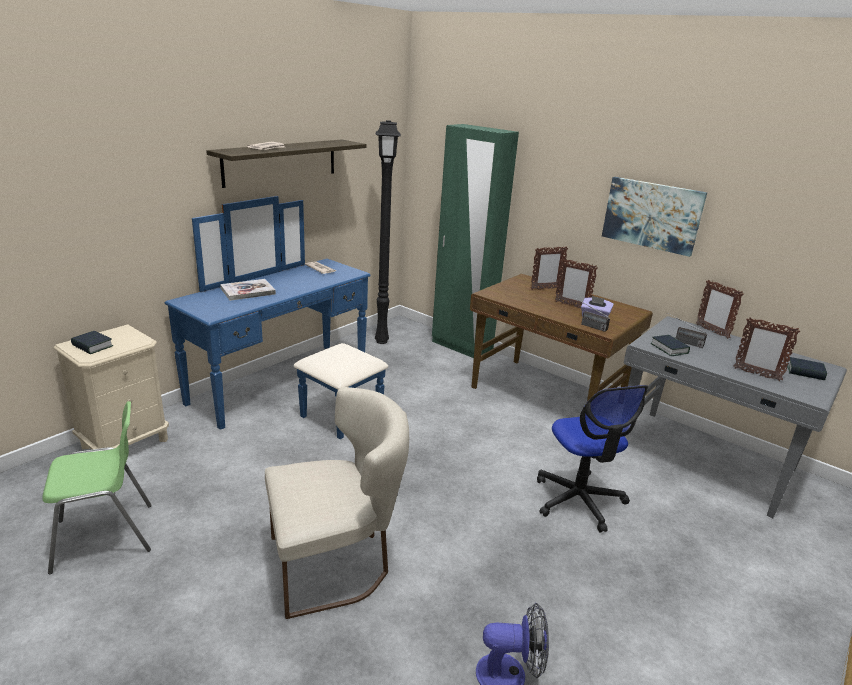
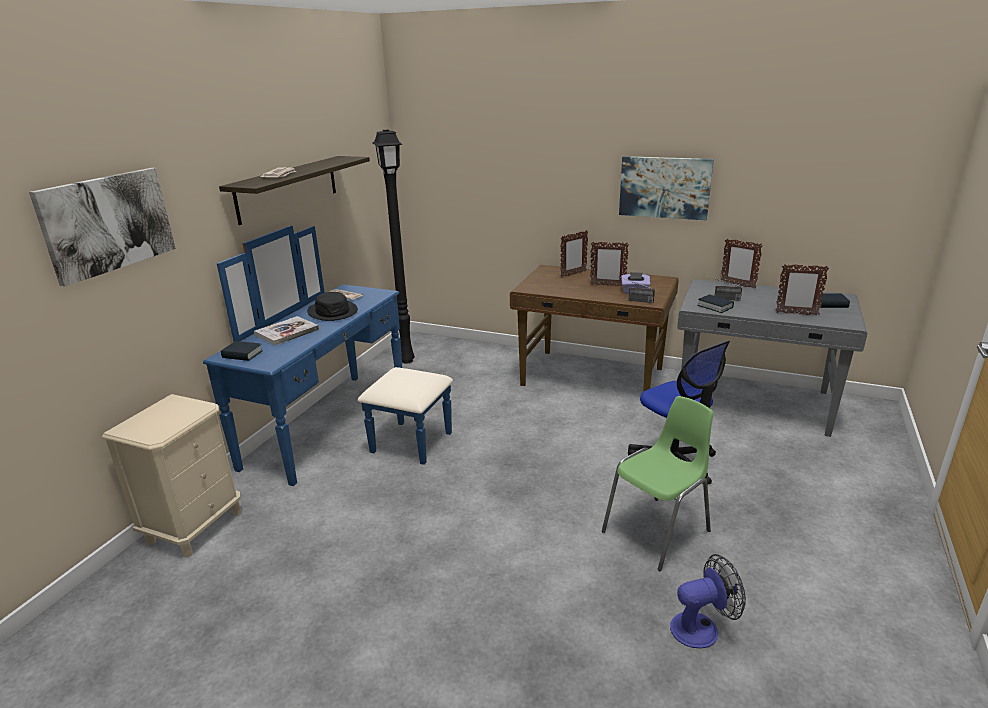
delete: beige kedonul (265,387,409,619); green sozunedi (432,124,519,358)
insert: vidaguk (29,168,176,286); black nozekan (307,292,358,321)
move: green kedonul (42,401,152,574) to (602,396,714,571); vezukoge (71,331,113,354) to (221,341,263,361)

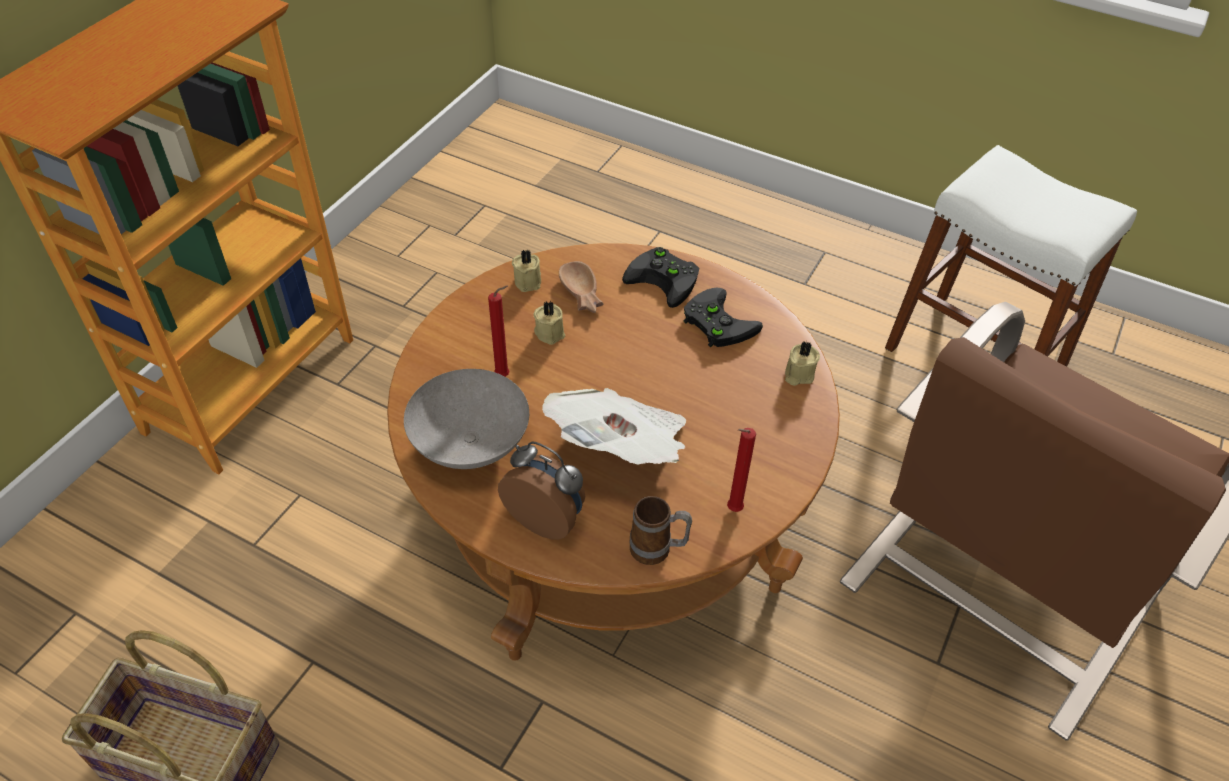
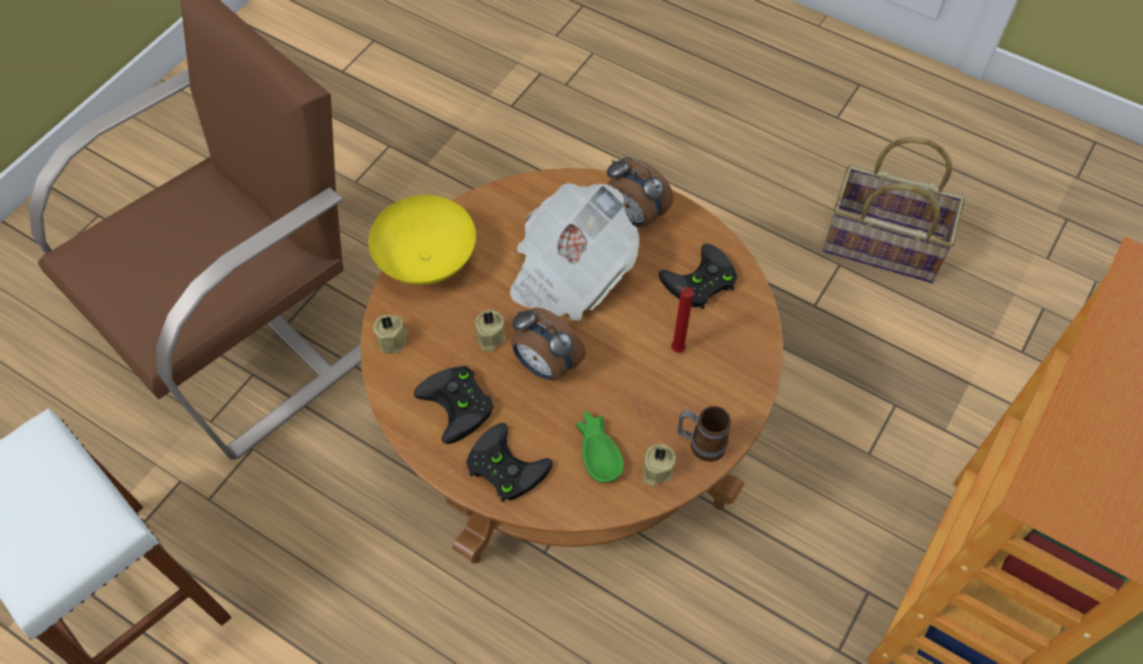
delete: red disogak (727,428,756,512)
insert: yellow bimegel (368,195,476,285); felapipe (511,307,586,381)
move: beige disogak (533,301,565,345) to (476,310,506,352); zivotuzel (630,496,692,565) to (678,406,731,462)
replace: grey bimegel (404,369,529,469) to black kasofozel (659,244,737,309)
recolor: brown bimegel (559,261,604,313) to green bimegel (576,410,624,483)

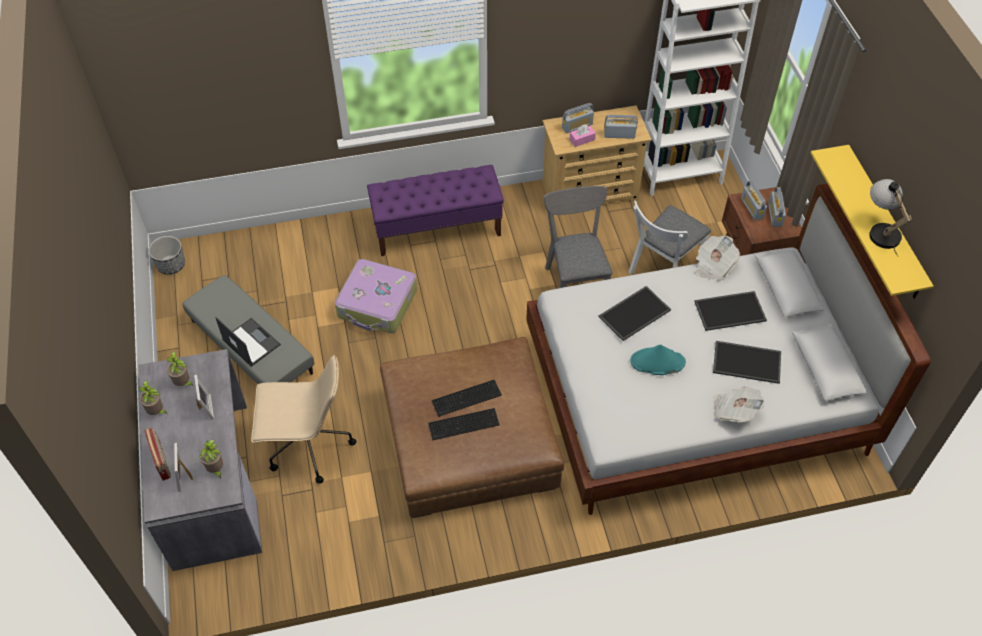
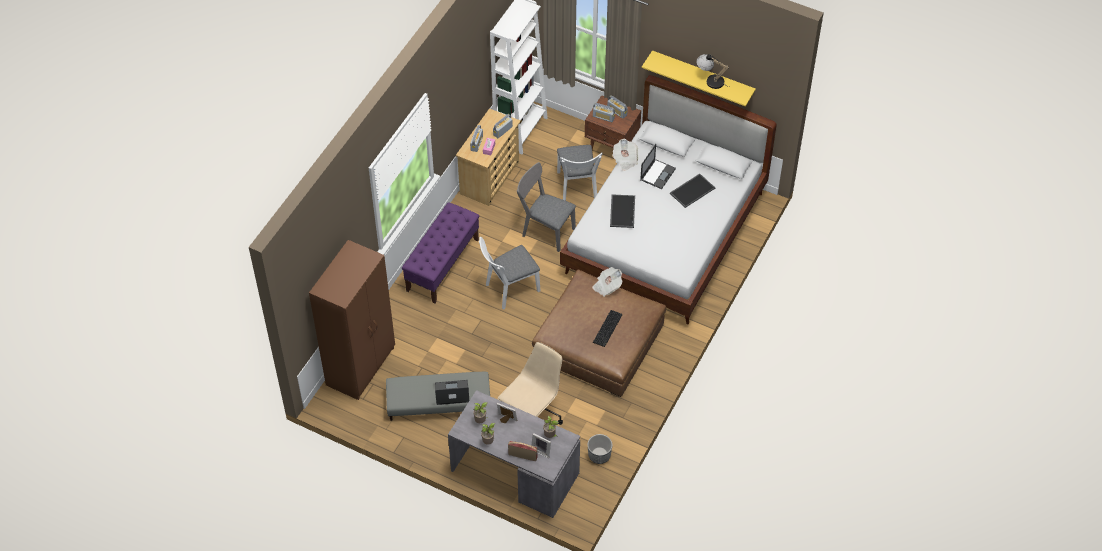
delete: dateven (335,259,417,333); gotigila (432,380,502,417); turquoise nozekan (630,344,686,375)
insert: brown sozunedi (309,240,395,400); white kedonul (479,237,541,309)
move: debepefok (148,236,185,275) to (587,434,612,464); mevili (714,386,765,423) to (592,267,622,297)
replace: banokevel (694,291,767,331) to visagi (640,144,676,189)

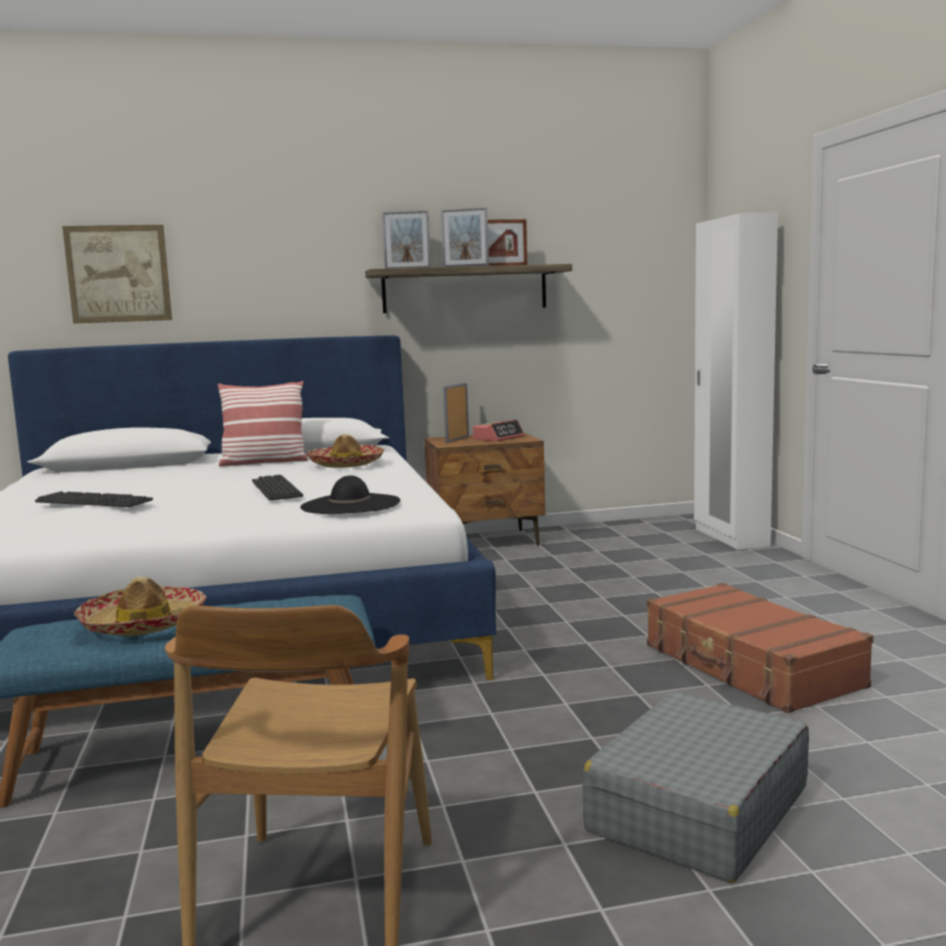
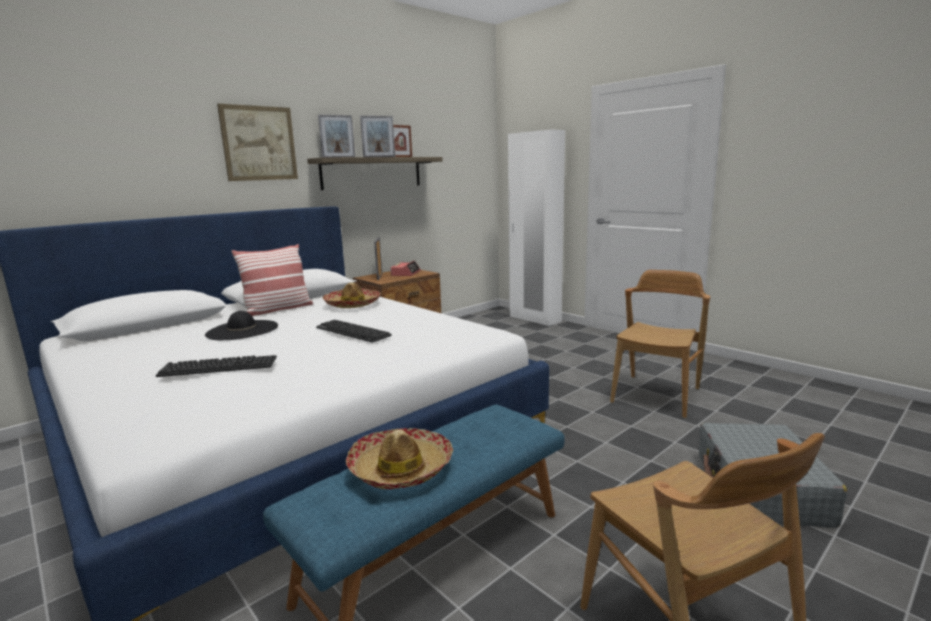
move: vidaguk (62,225,172,324) to (217,104,298,181); black nozekan (300,476,400,514) to (205,311,278,340)
replace: brown dateven (647,583,873,713) to brown kedonul (610,270,711,418)

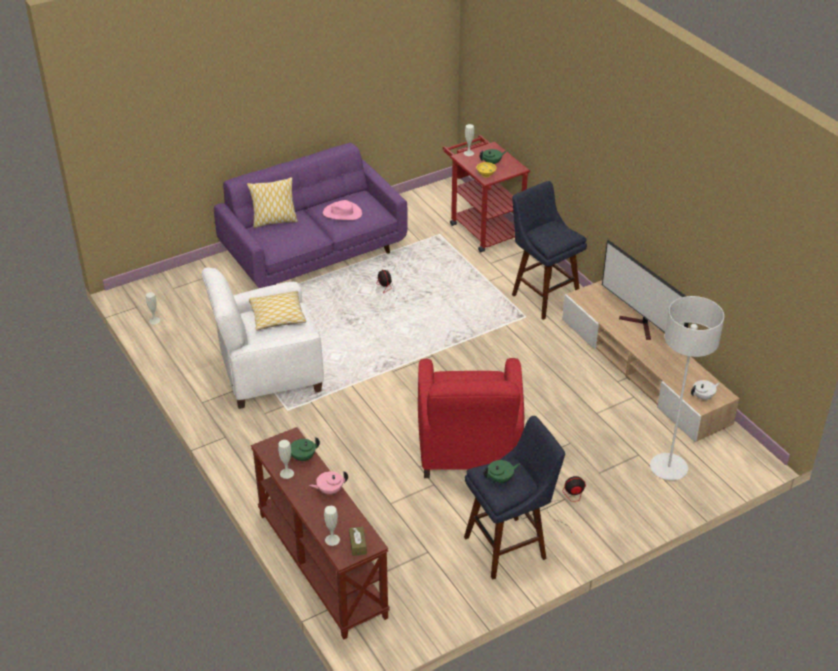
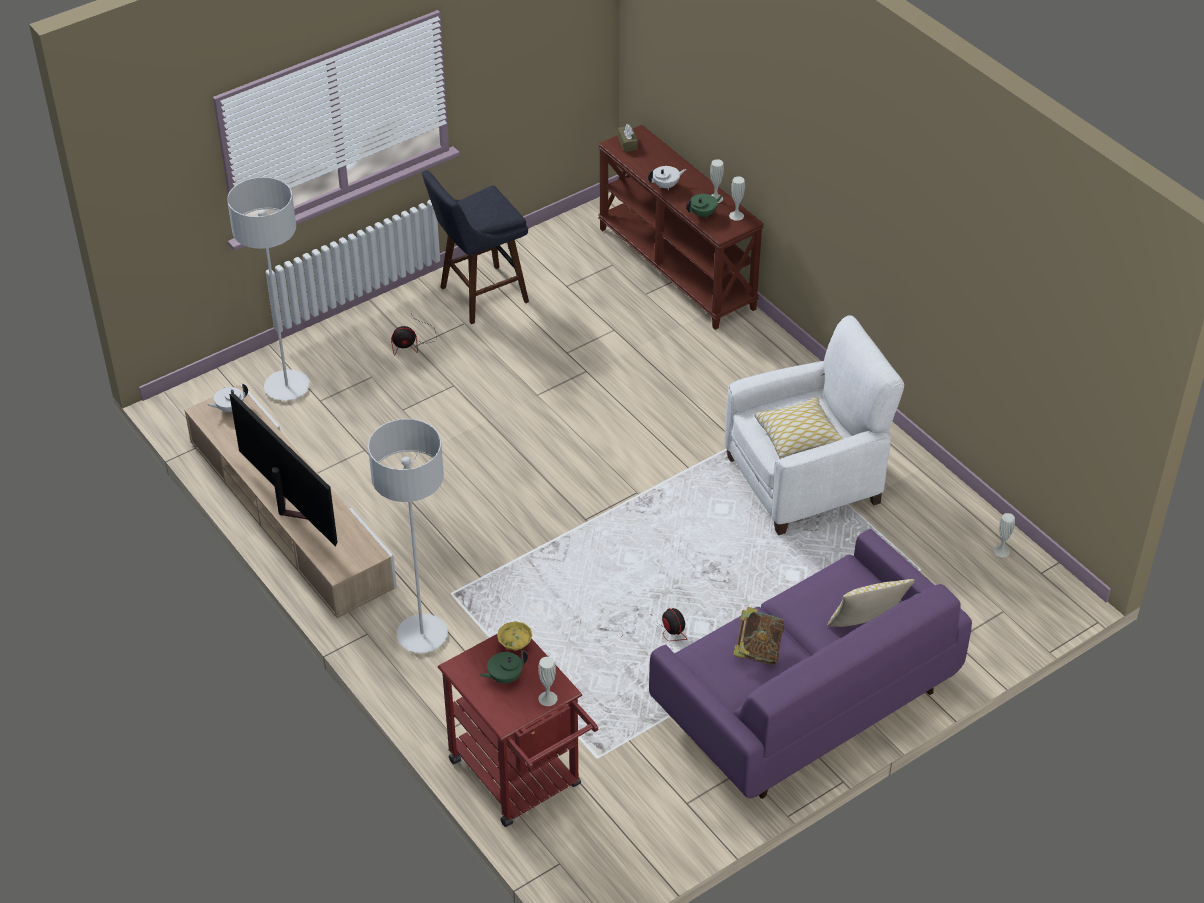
delete: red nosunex (418,358,524,478); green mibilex (484,460,520,484)
move: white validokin (324,506,340,546) to (729,176,745,221)
replace: pink nozekan (323,200,362,220) to vezukoge (733,607,784,665); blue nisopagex (512,181,587,320) to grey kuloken (368,419,448,653)
recolor: pink mibilex (309,471,348,495) to white mibilex (648,166,686,190)

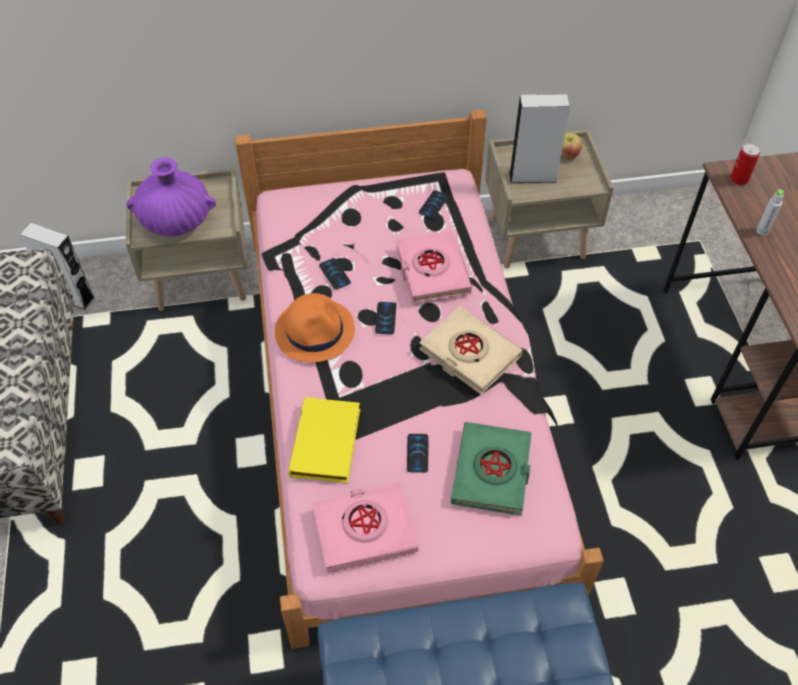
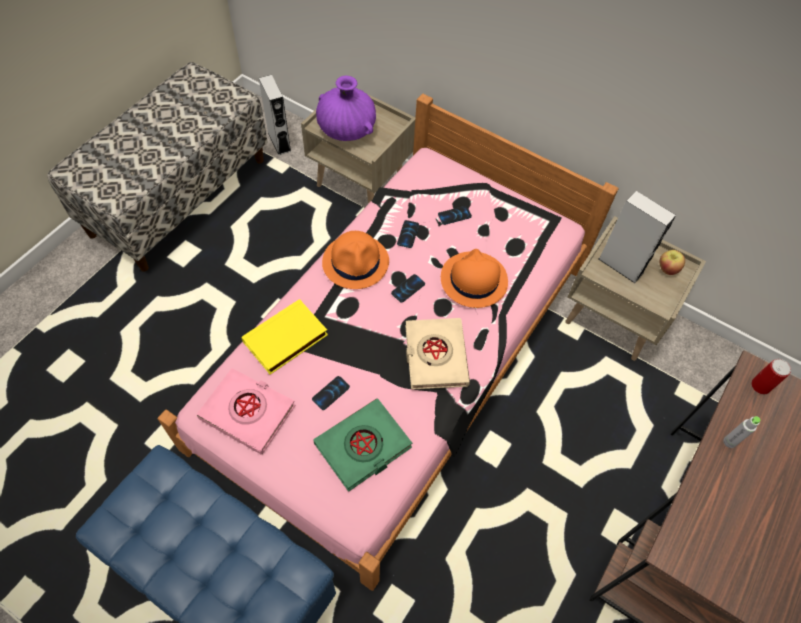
move: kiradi (419,191,448,218) to (438,206,472,225)
replace: pink vezukoge (396,231,472,303) to orange nozekan (441,249,508,308)

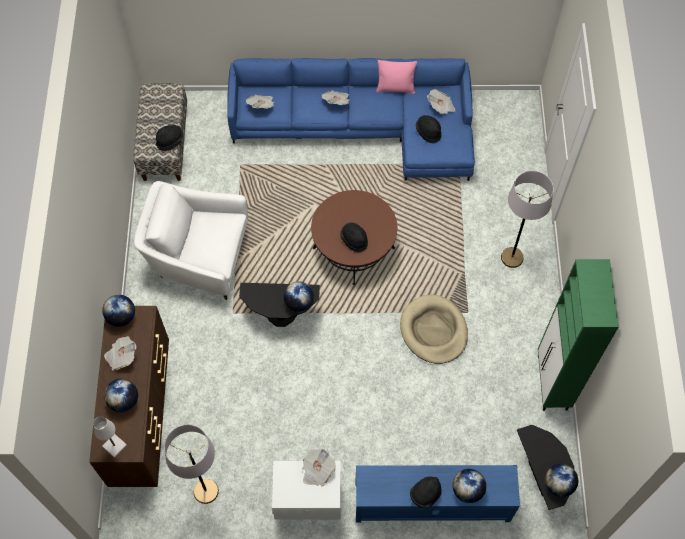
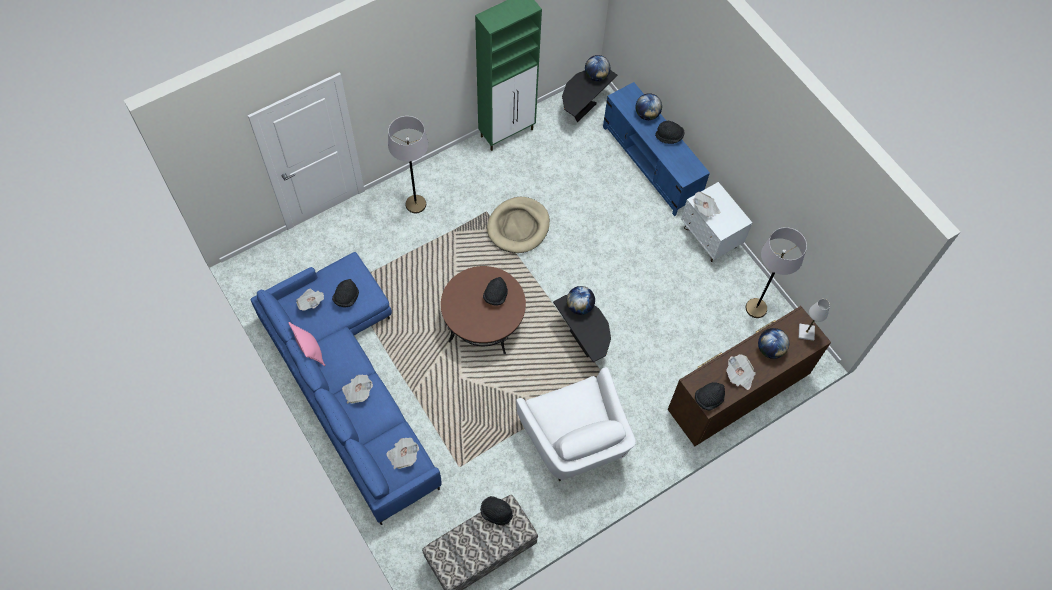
replace: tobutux (102,295,135,327) to black nozekan (695,382,725,410)

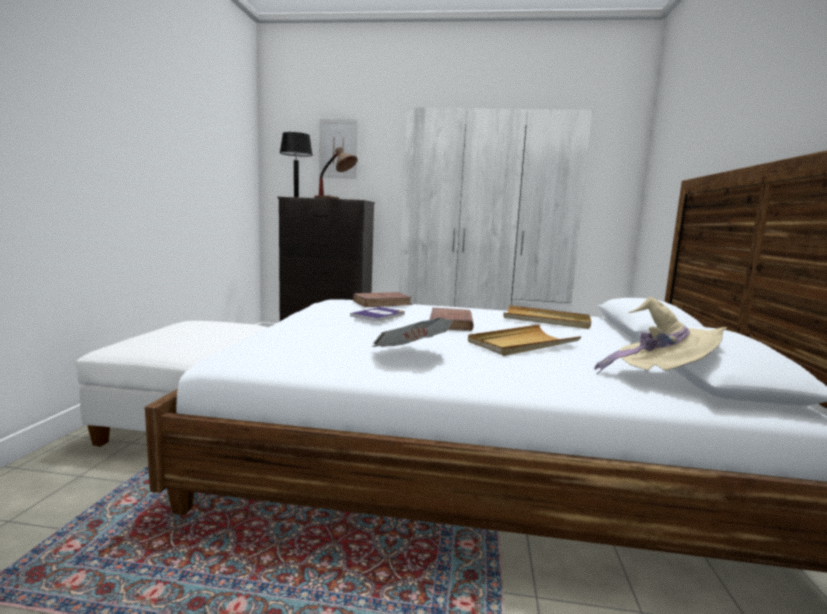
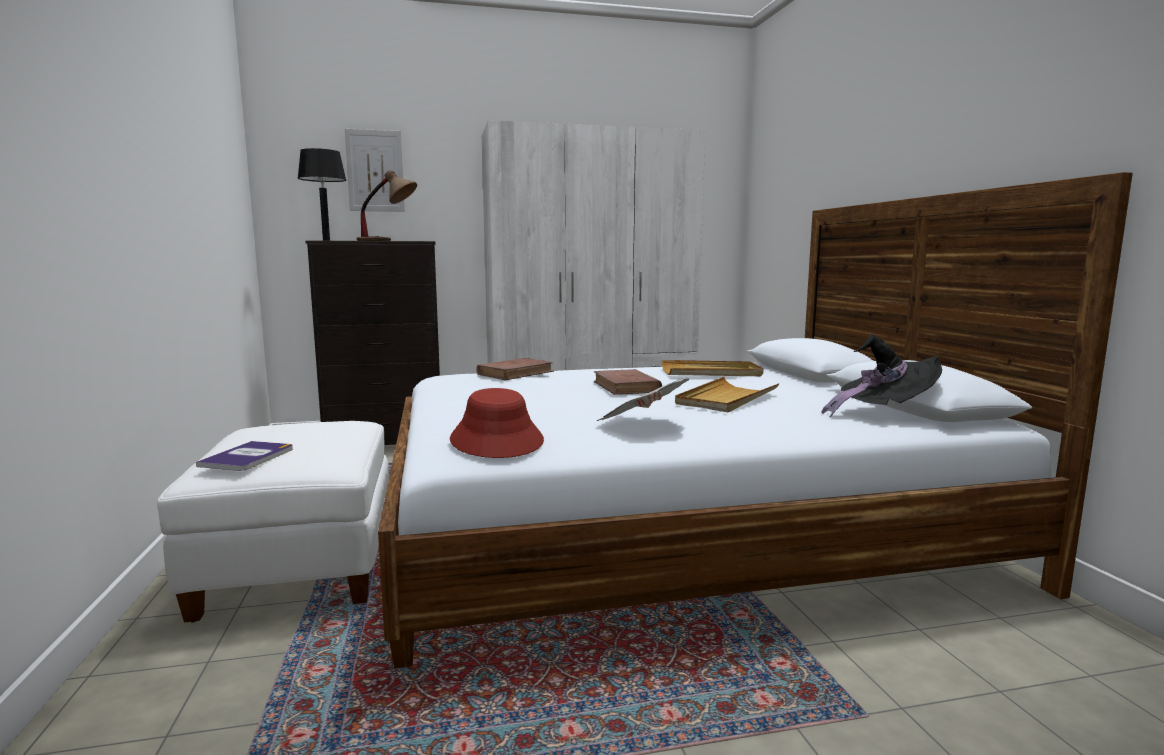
insert: red nozekan (450,388,544,458)
move: vezukoge (350,307,405,321) to (196,441,293,471)
recolor: beige nozekan (594,297,726,374) to black nozekan (821,334,942,418)

